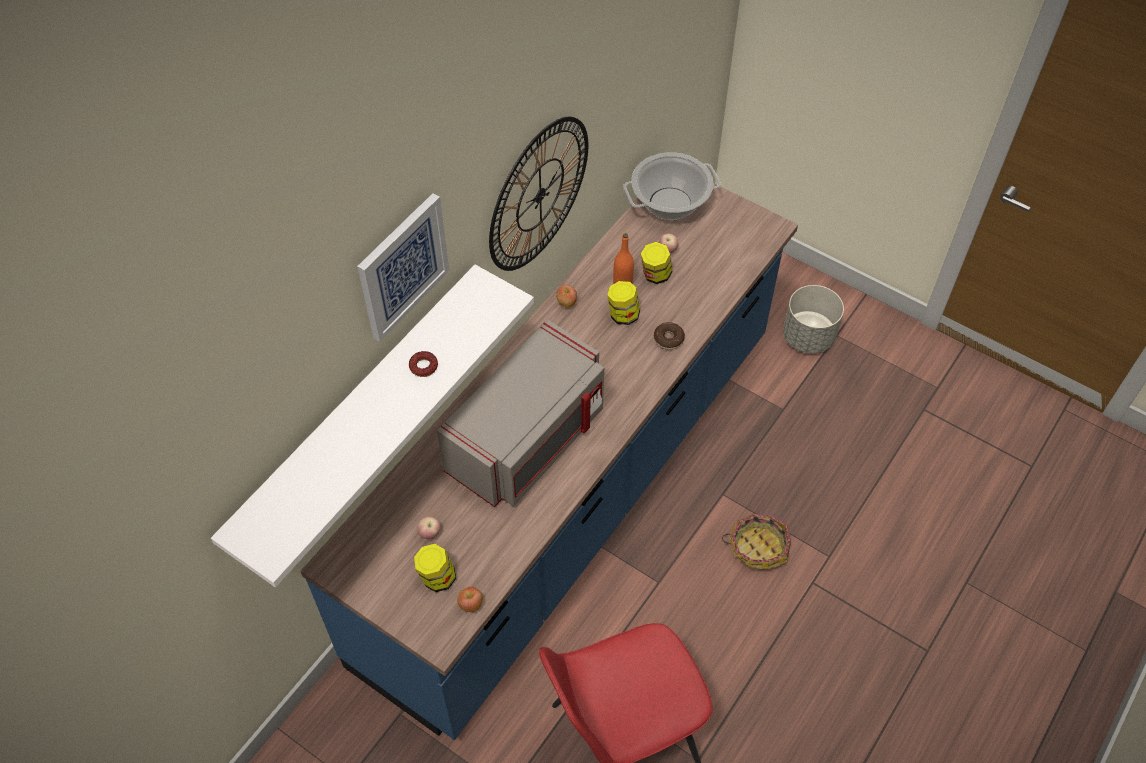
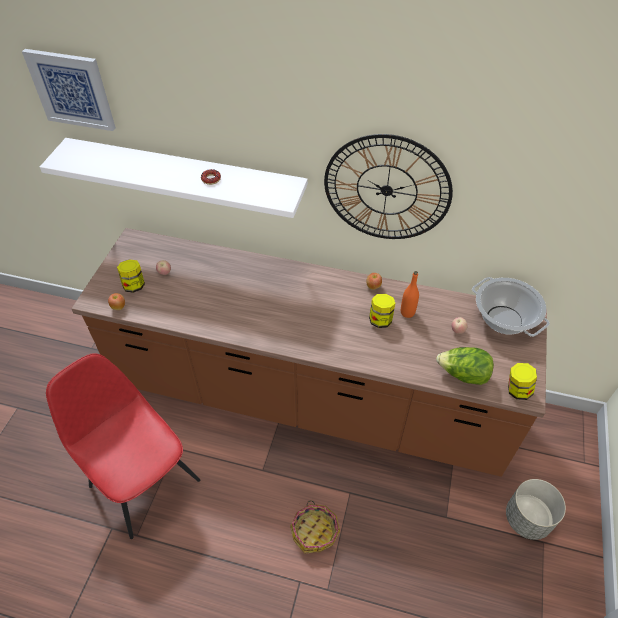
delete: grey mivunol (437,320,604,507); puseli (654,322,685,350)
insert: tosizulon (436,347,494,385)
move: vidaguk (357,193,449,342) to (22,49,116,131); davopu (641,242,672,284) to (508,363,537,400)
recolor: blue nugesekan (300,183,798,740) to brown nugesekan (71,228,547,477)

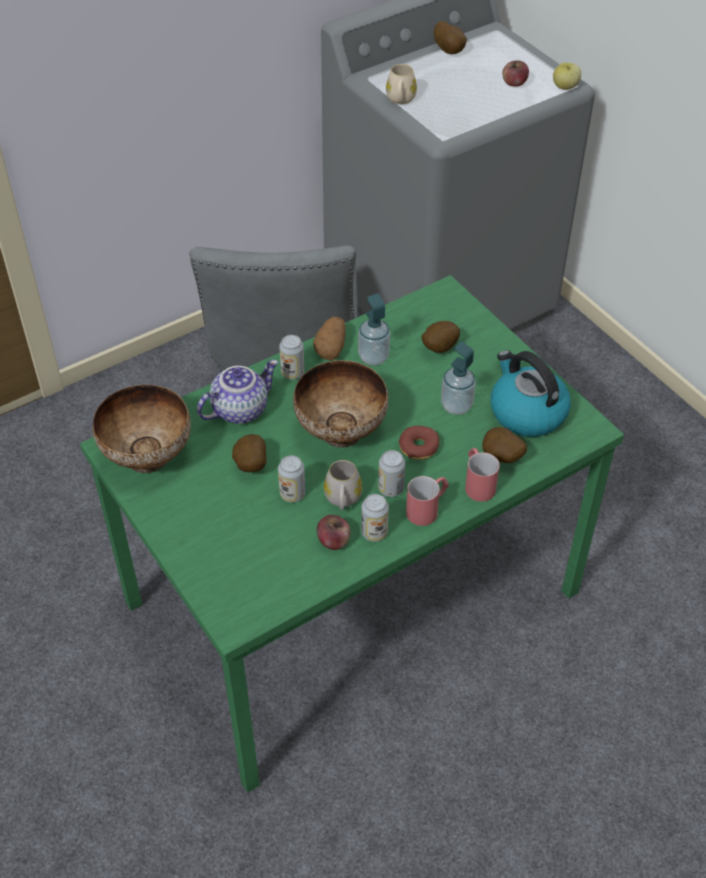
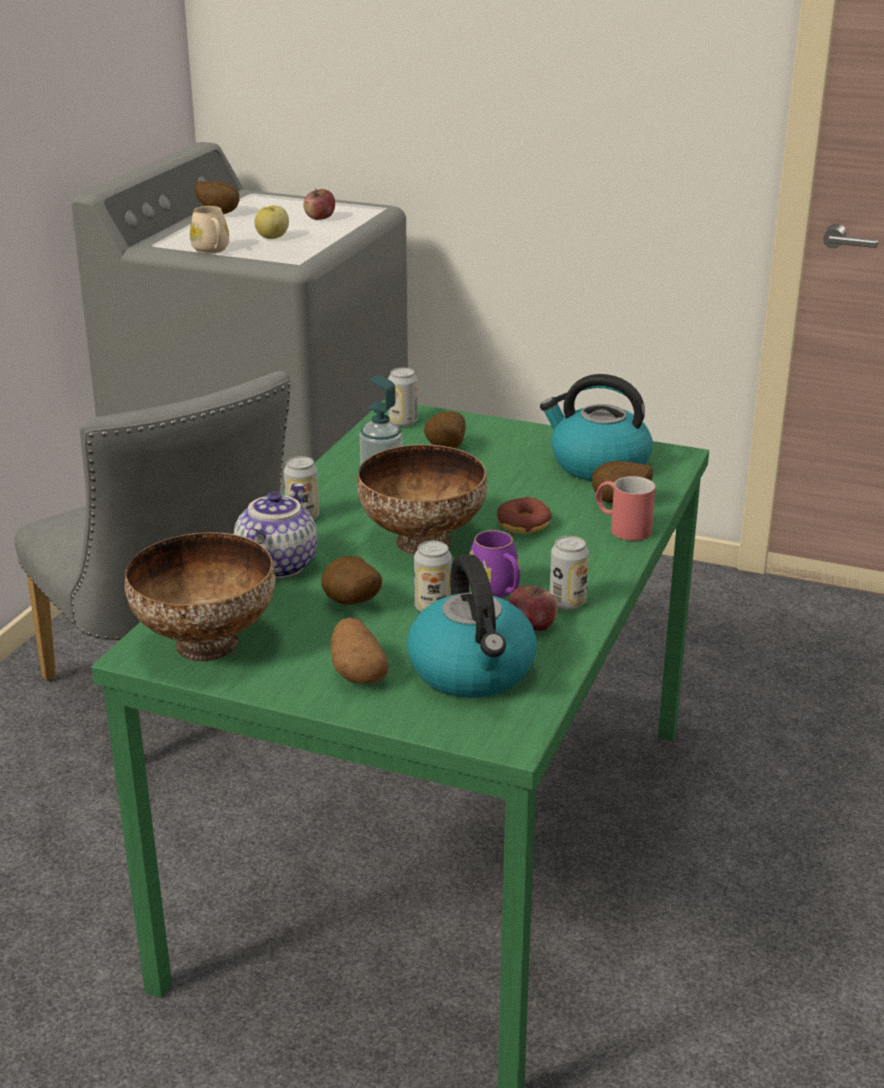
delete: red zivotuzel (406,476,449,526); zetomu (441,342,476,415)
insert: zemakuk (407,554,537,698)
move: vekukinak (313,317,346,360) to (330,618,389,684); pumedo (378,450,405,497) to (388,368,418,426); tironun (553,63,581,90) to (255,205,289,239)
recolor: white zivotuzel (324,460,362,510) to purple zivotuzel (469,530,520,598)

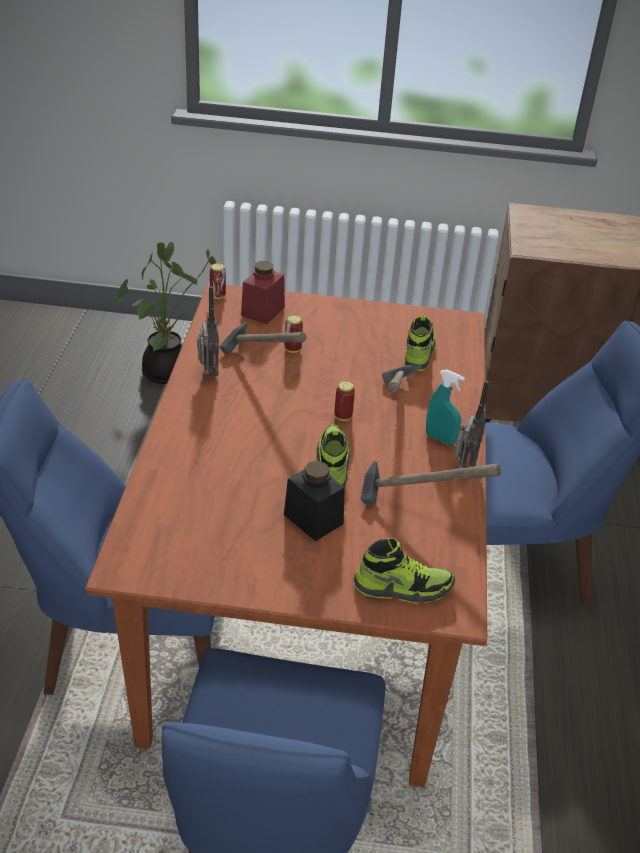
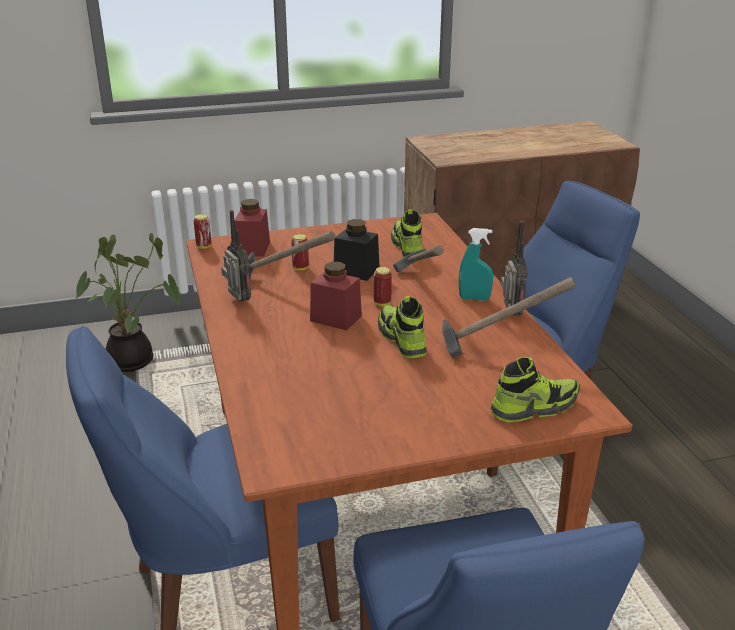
insert: red davopu (310,262,362,331)
move: black davopu (284,461,345,541) to (334,219,379,281)

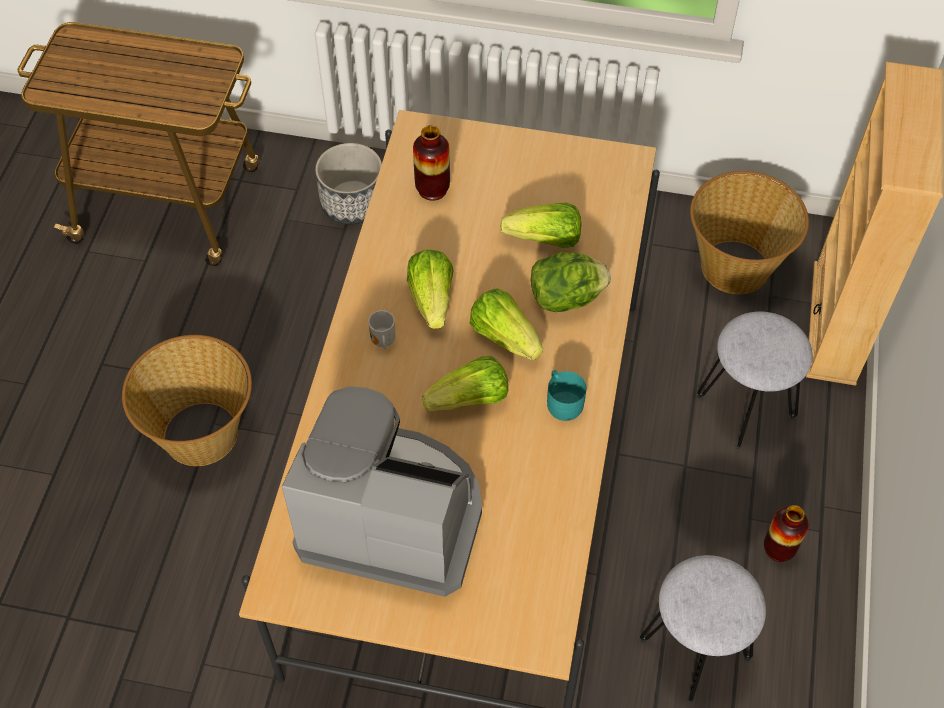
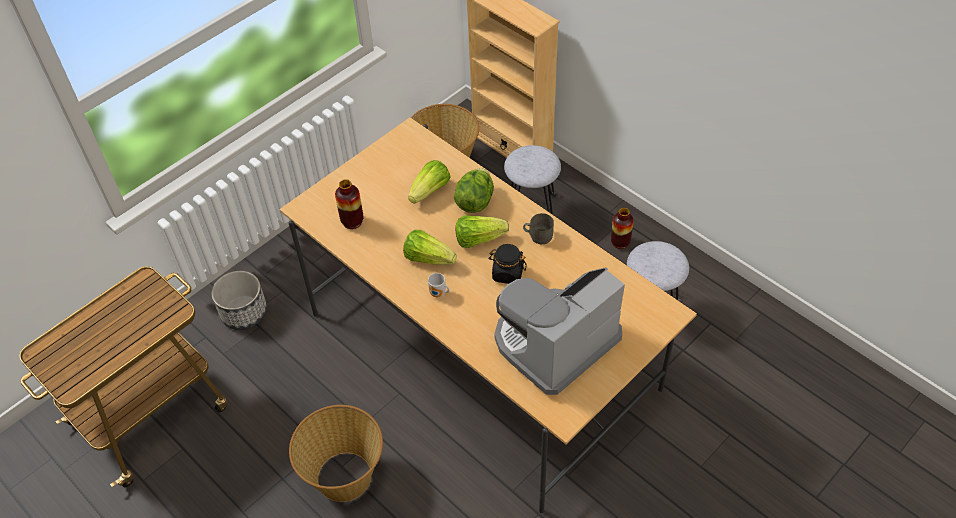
replace: tosizulon (422,356,508,412) to black davopu (488,244,527,284)
recolor: turquoise zivotuzel (547,370,586,421) to grey zivotuzel (523,213,554,244)

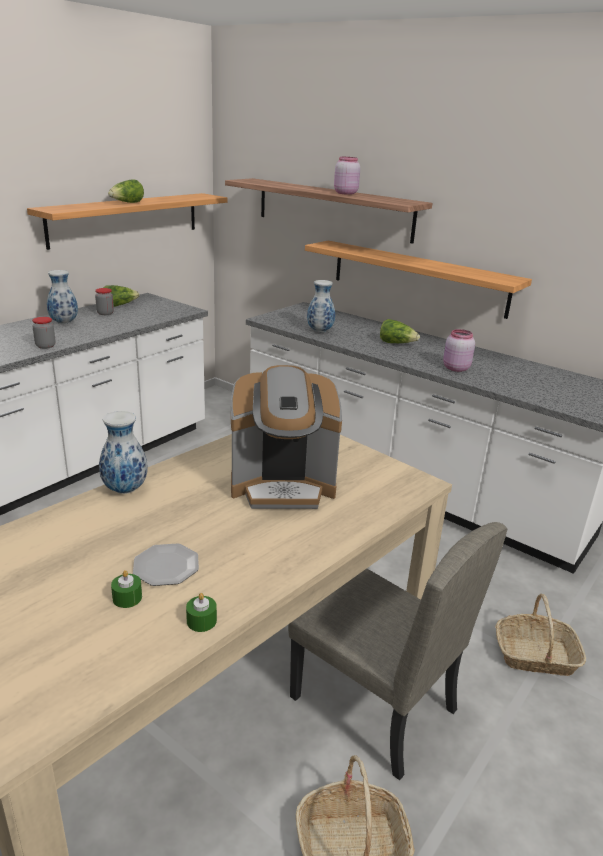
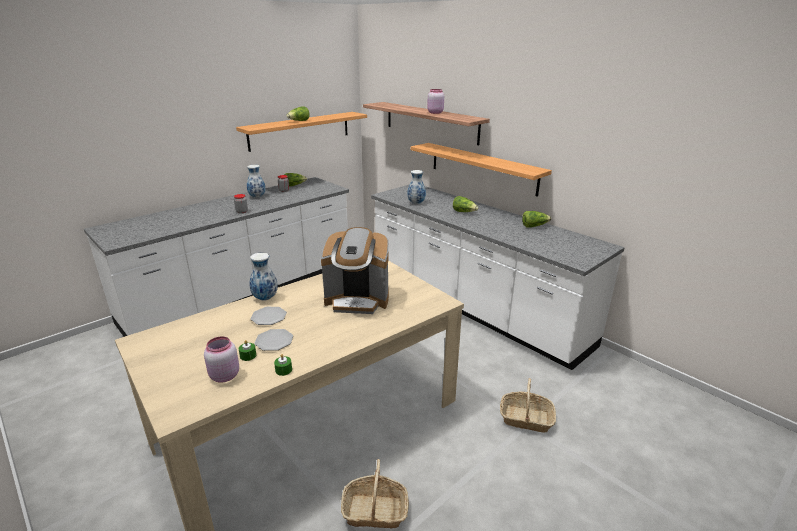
delete: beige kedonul (288,522,507,780)
insert: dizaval (250,307,287,325); tosizulon (522,211,551,228)
move: pink davopu (443,329,475,372) to (204,336,239,382)

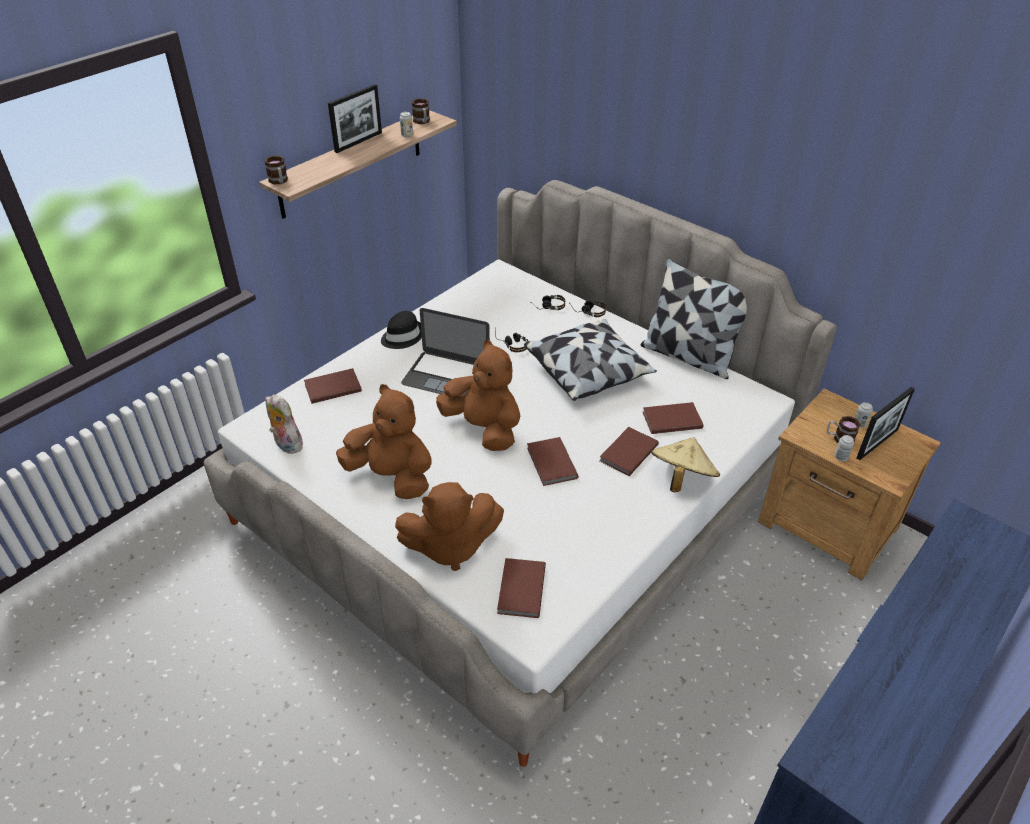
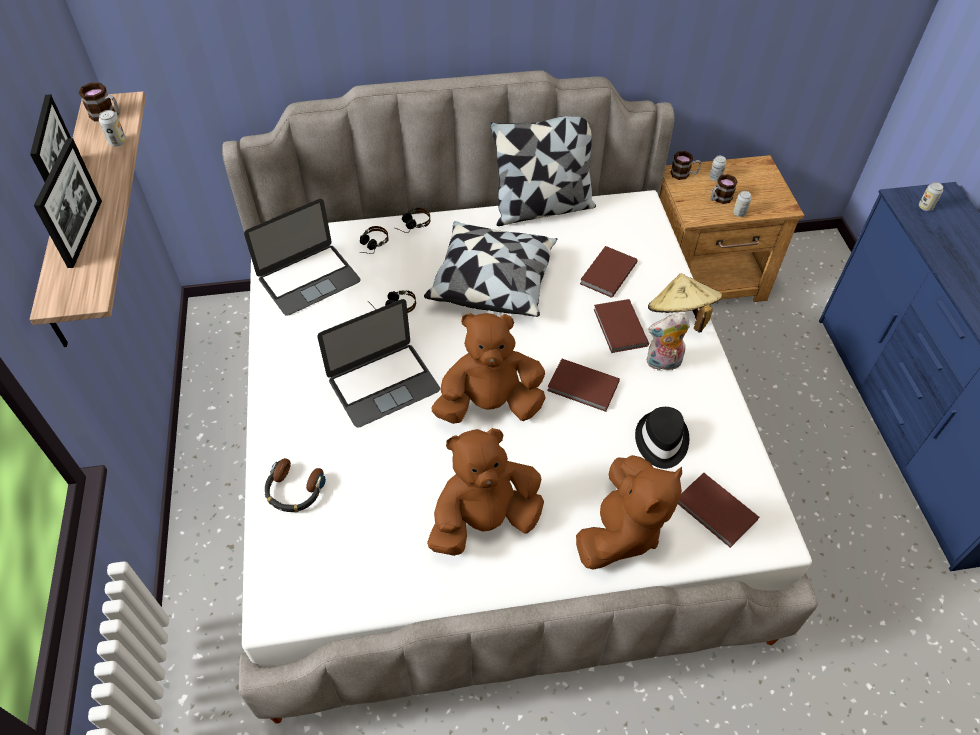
insert: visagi (244,199,361,316); pumedo (919,182,943,211)
move: zivotuzel (265,156,288,184) to (670,151,701,180); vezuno (266,395,303,454) to (647,313,690,373); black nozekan (381,311,422,349) to (635,407,689,469); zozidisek (857,387,915,460) to (34,138,102,268)
replace: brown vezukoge (304,368,362,404) to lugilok (265,458,326,512)

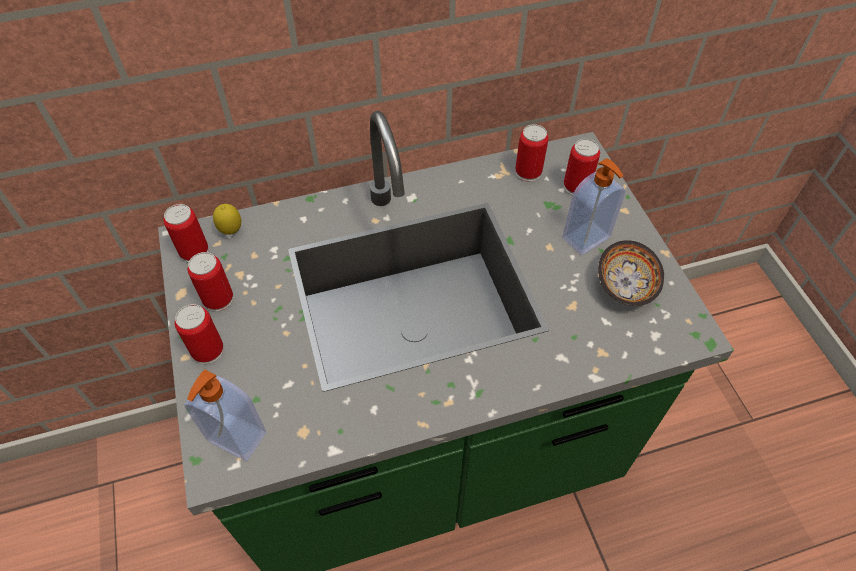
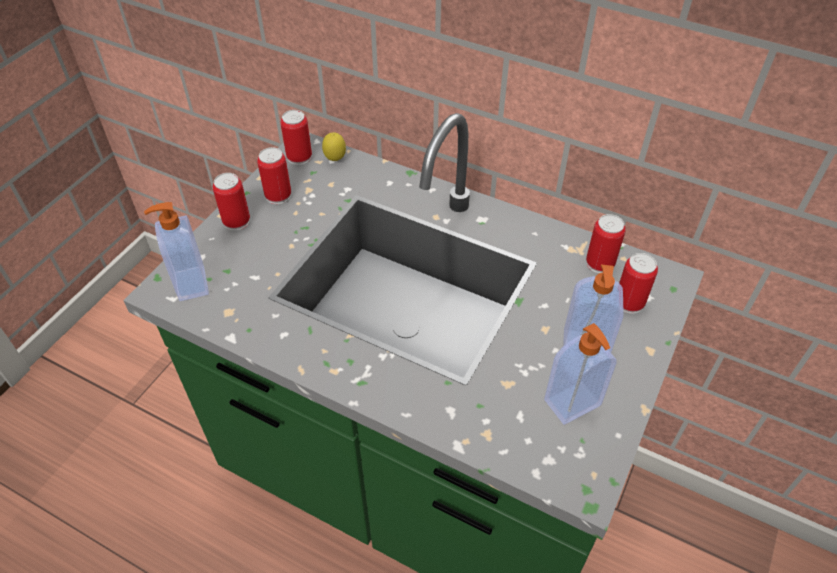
replace: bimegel (598,240,664,306) to zetomu (544,323,616,425)

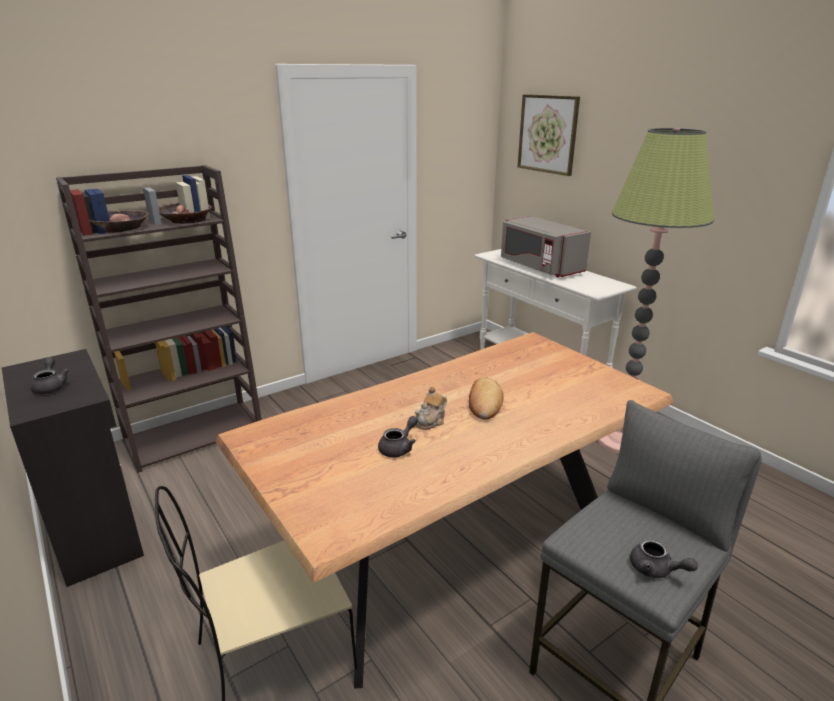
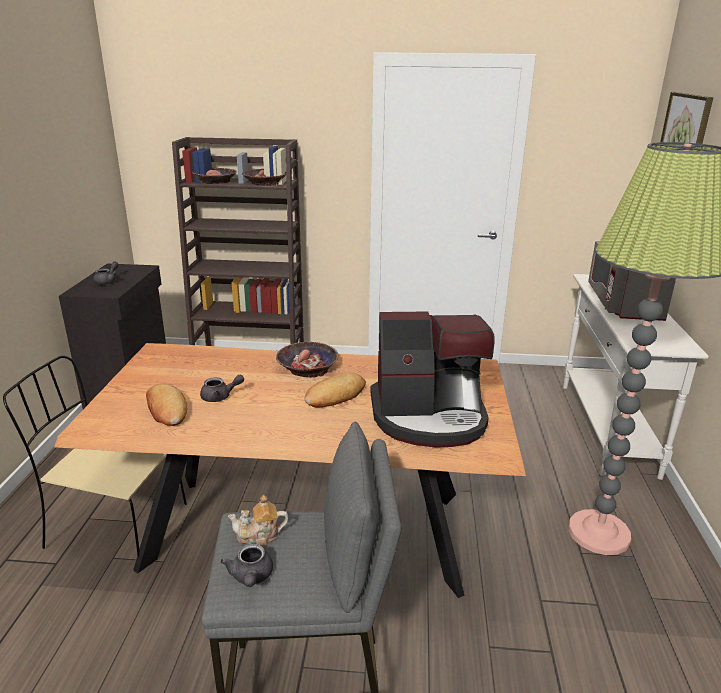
insert: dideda (146,384,187,426); bimegel (276,342,338,378); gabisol (371,312,494,448)
move: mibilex (414,387,447,430) to (228,495,288,546)

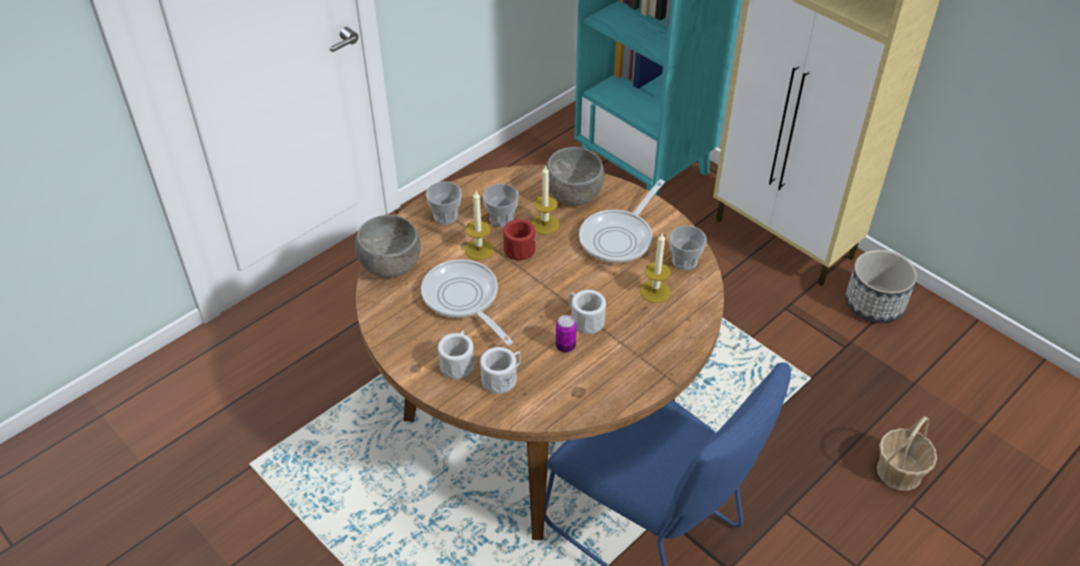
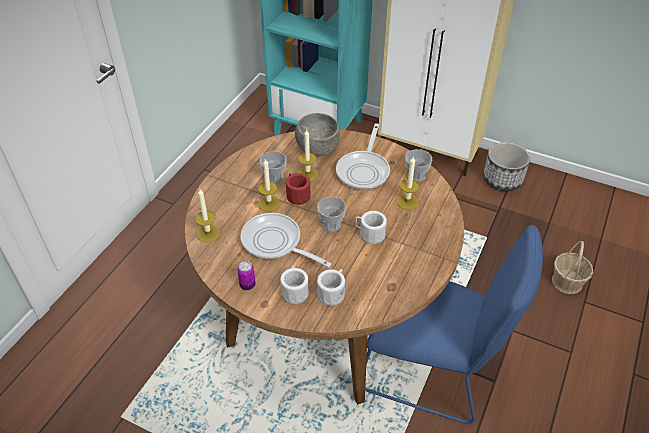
move: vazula (426,181,462,225) to (317,197,346,232); pumedo (556,315,577,353) to (237,261,256,290)
replace: grey bimegel (355,215,421,278) to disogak (195,189,220,242)

